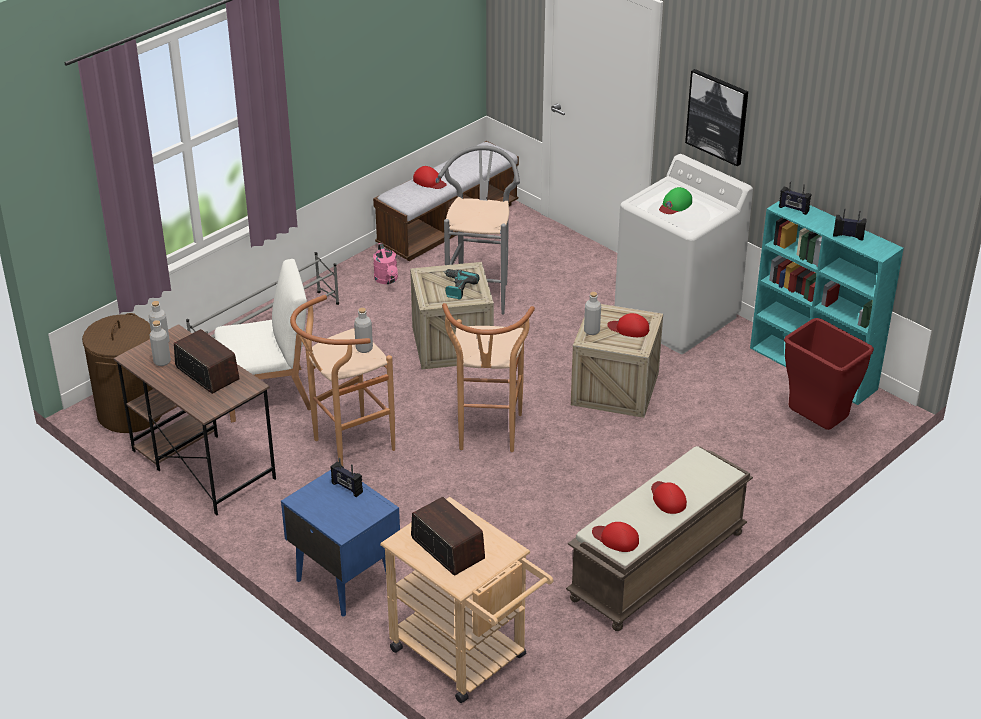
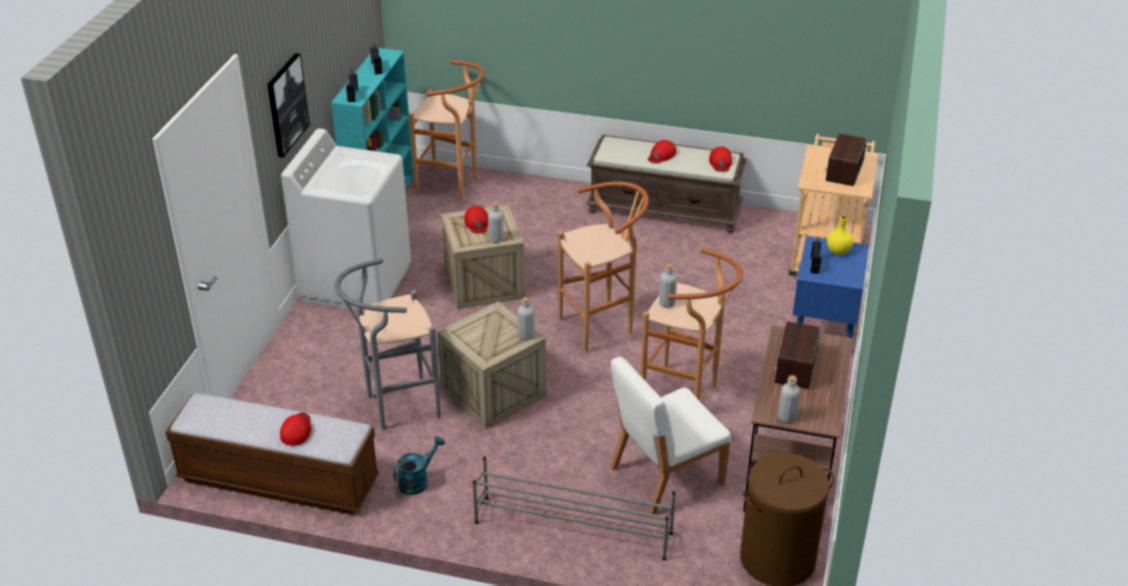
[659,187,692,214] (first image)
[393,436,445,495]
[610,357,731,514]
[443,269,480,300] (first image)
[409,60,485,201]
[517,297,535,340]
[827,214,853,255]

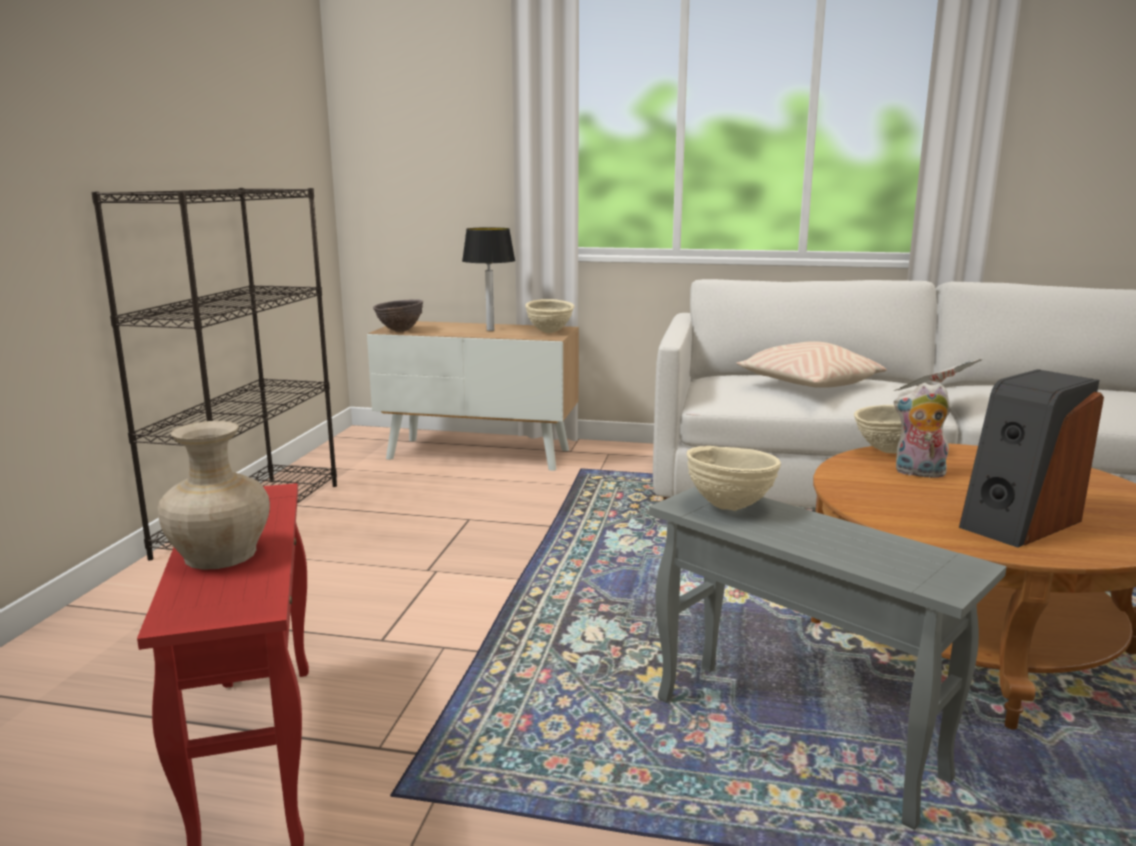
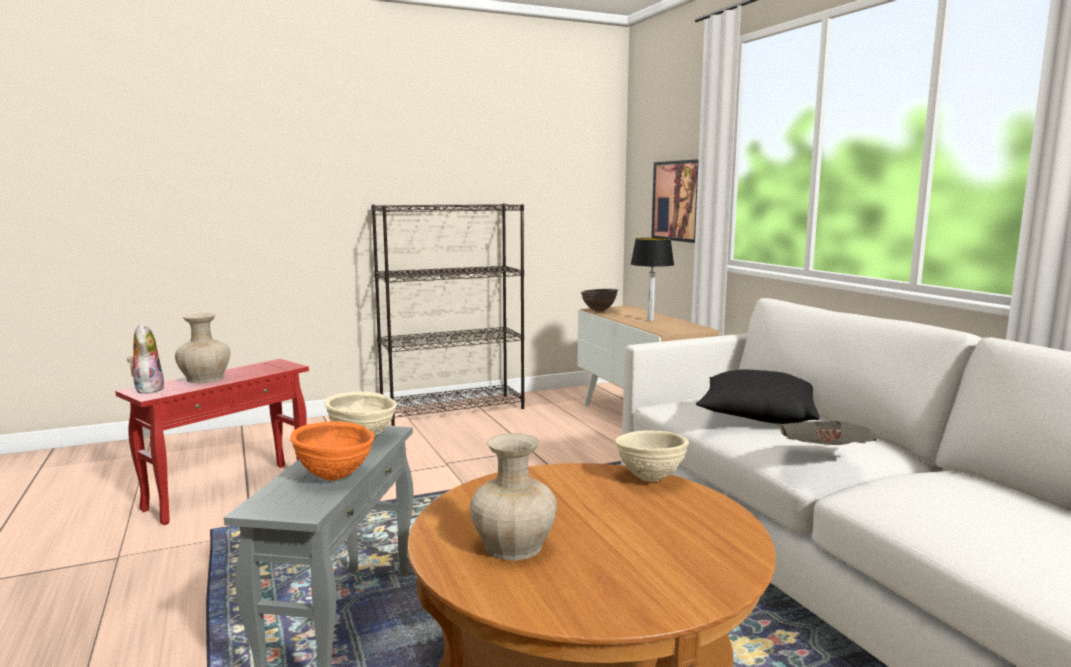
[525,299,575,333] (first image)
[696,370,820,424]
[470,433,557,561]
[127,323,165,394]
[651,159,699,243]
[290,421,375,481]

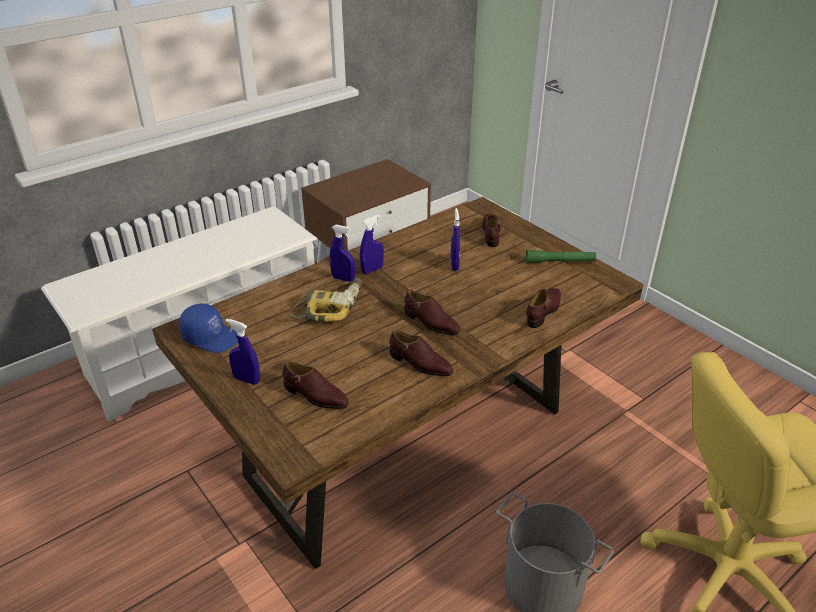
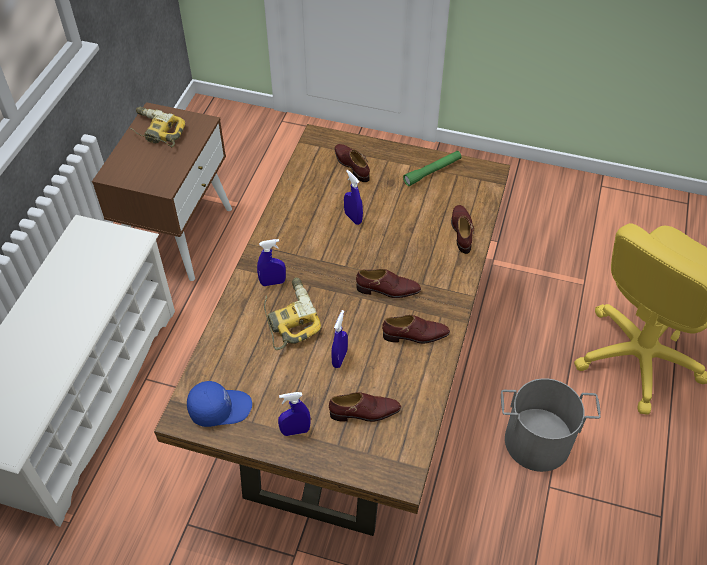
[331,310,348,368]
[130,107,185,147]

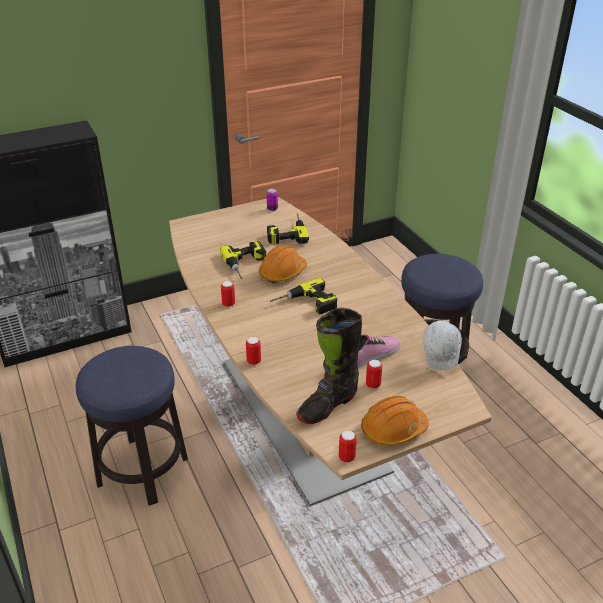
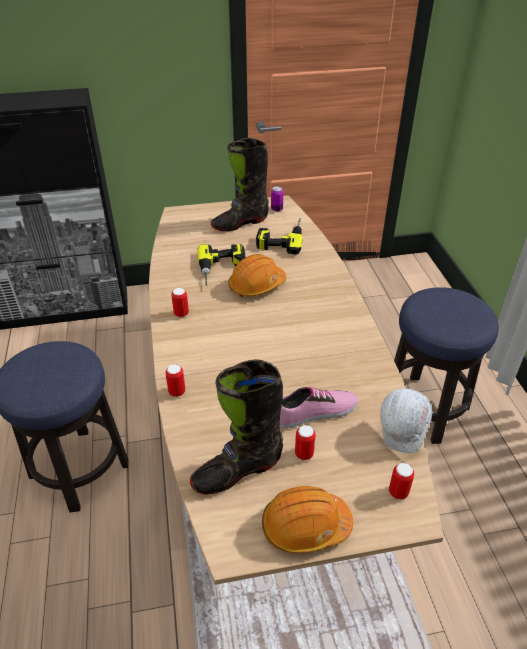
[270,278,337,315] (first image)
[389,463,414,500]
[211,138,269,231]

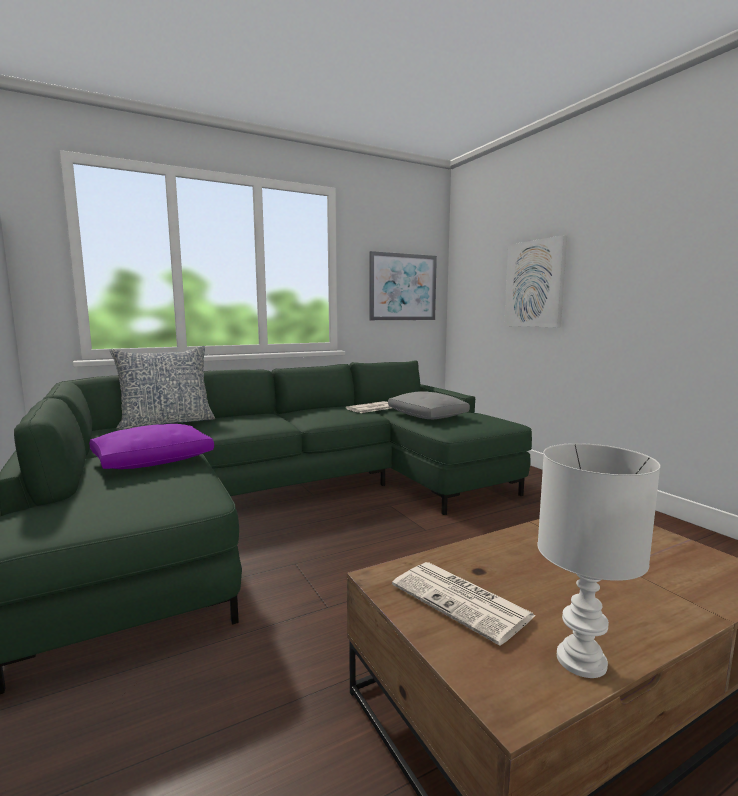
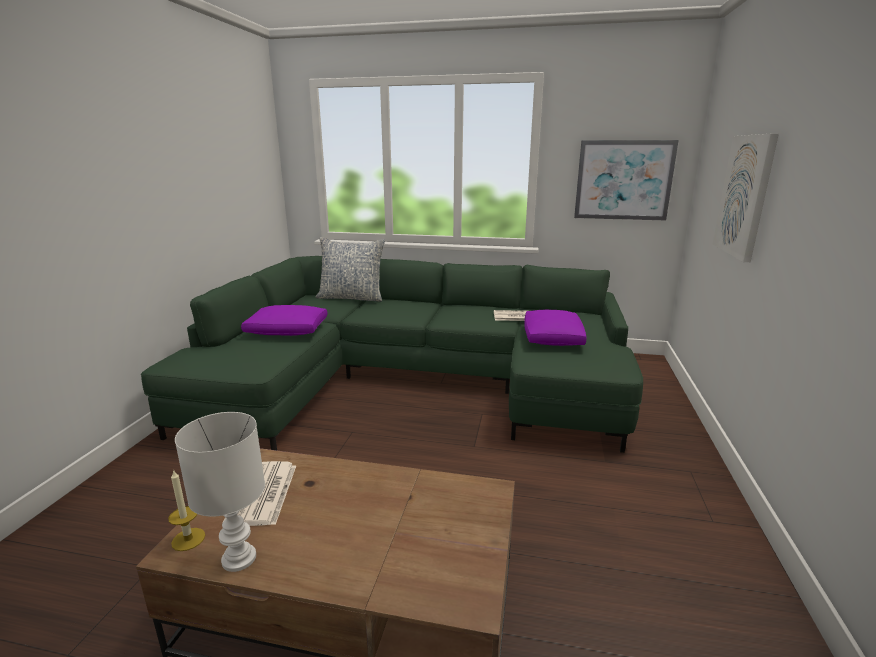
[524,310,587,346]
[168,469,205,551]

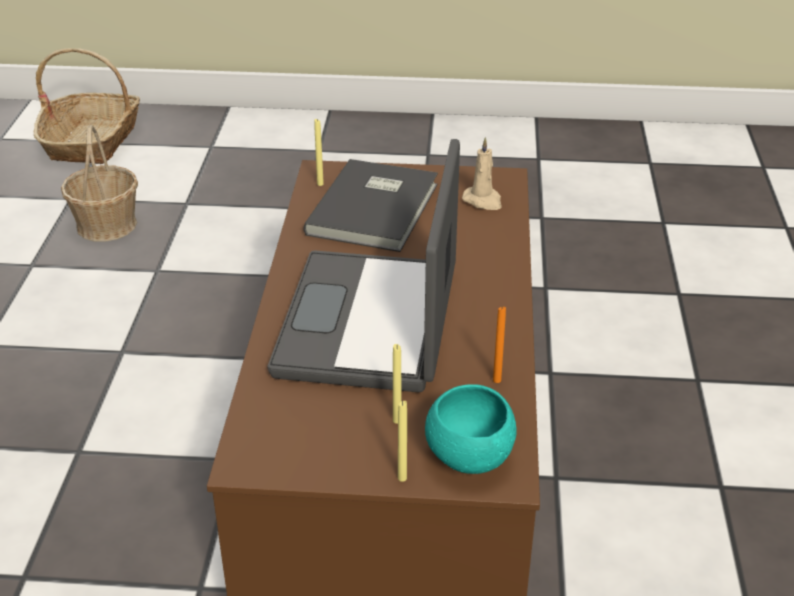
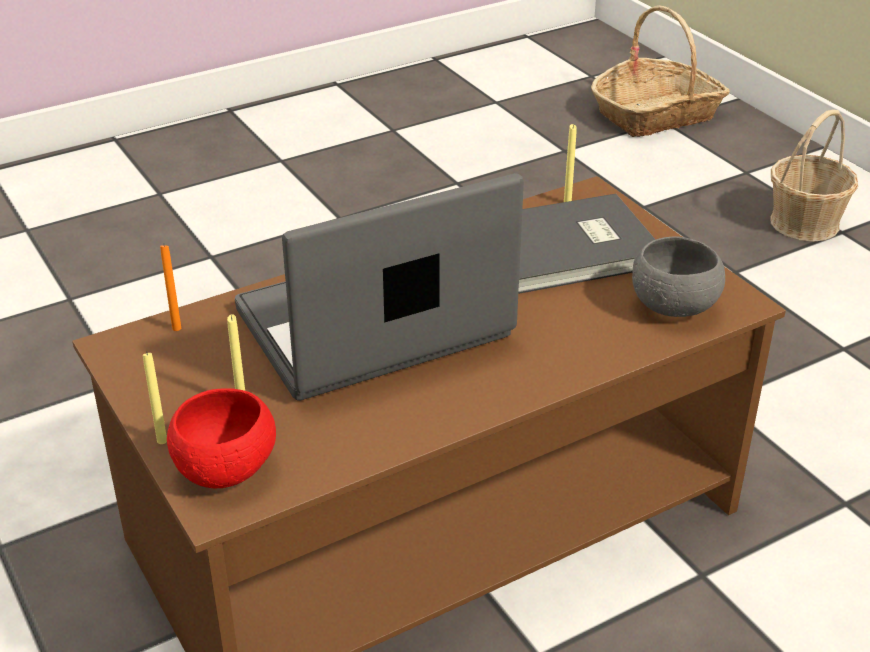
[771,110,858,242]
[632,236,725,317]
[160,245,181,331]
[167,388,276,488]

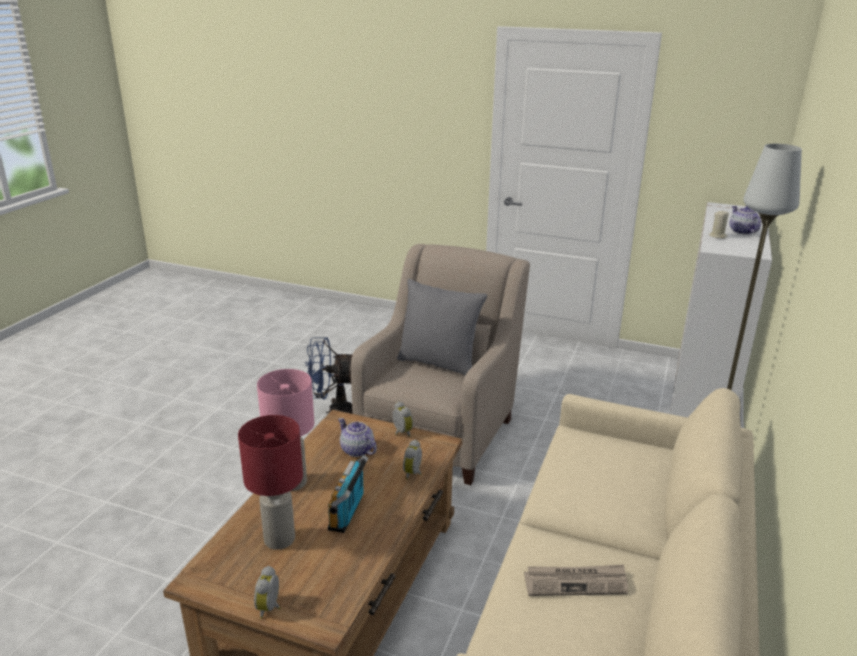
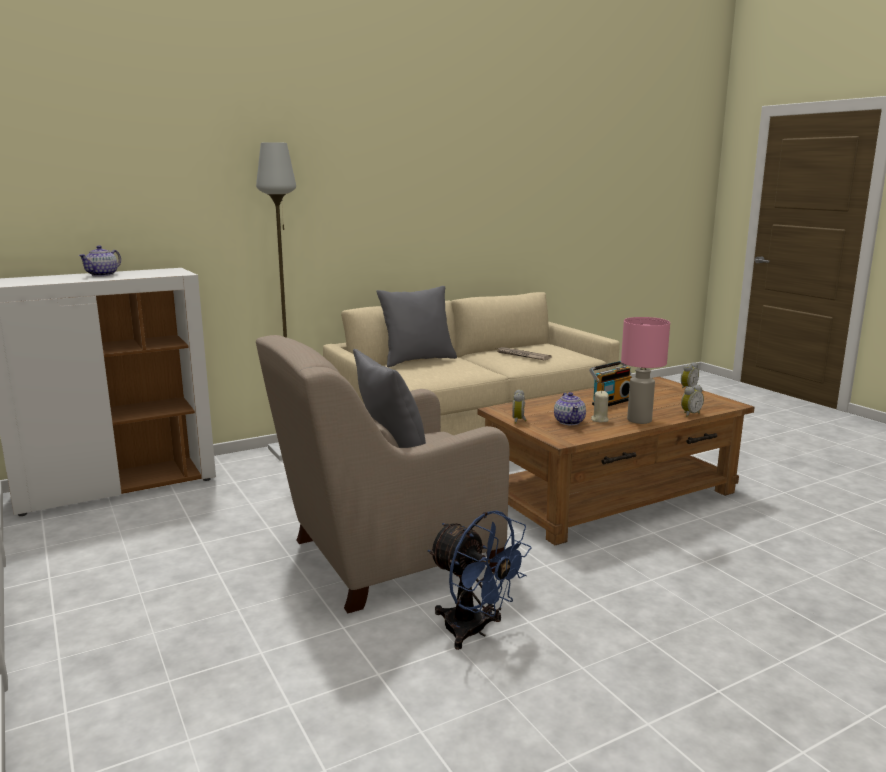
[591,391,609,423]
[238,415,303,550] (first image)
[681,385,704,417]
[377,286,457,367]

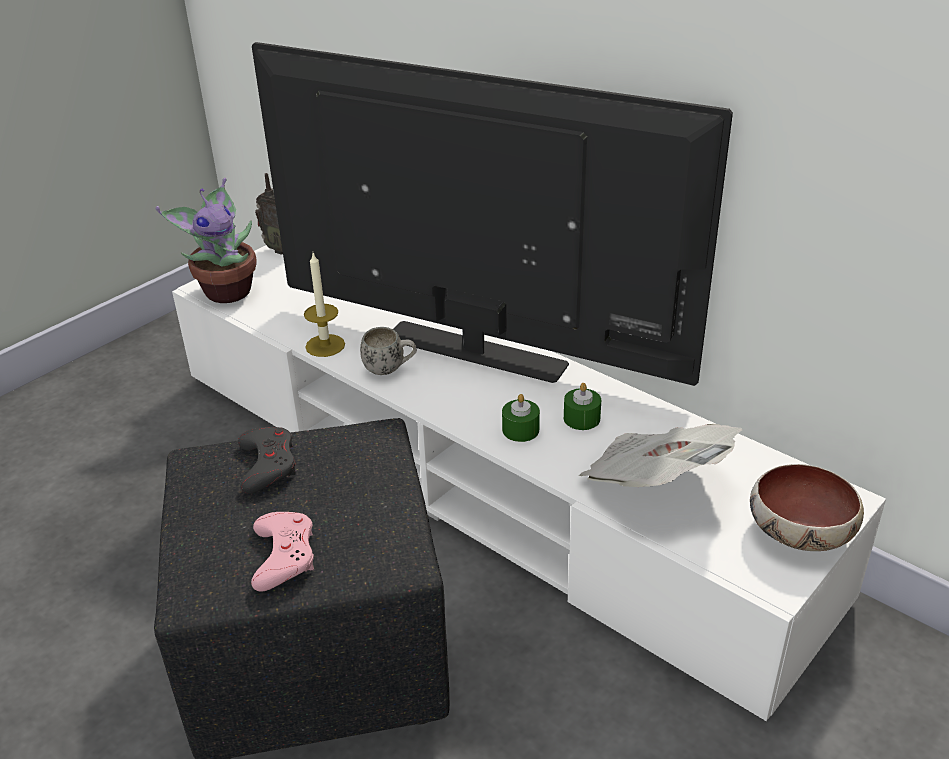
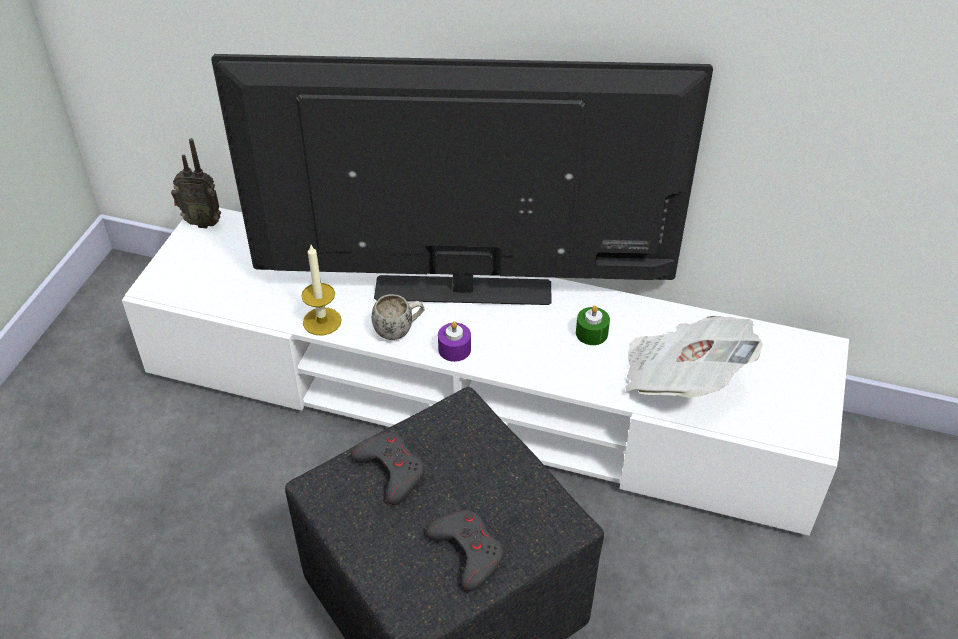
[155,178,257,303] (first image)
[502,394,540,442] (first image)
[750,464,864,551] (first image)
[426,510,504,591]
[438,321,471,362]

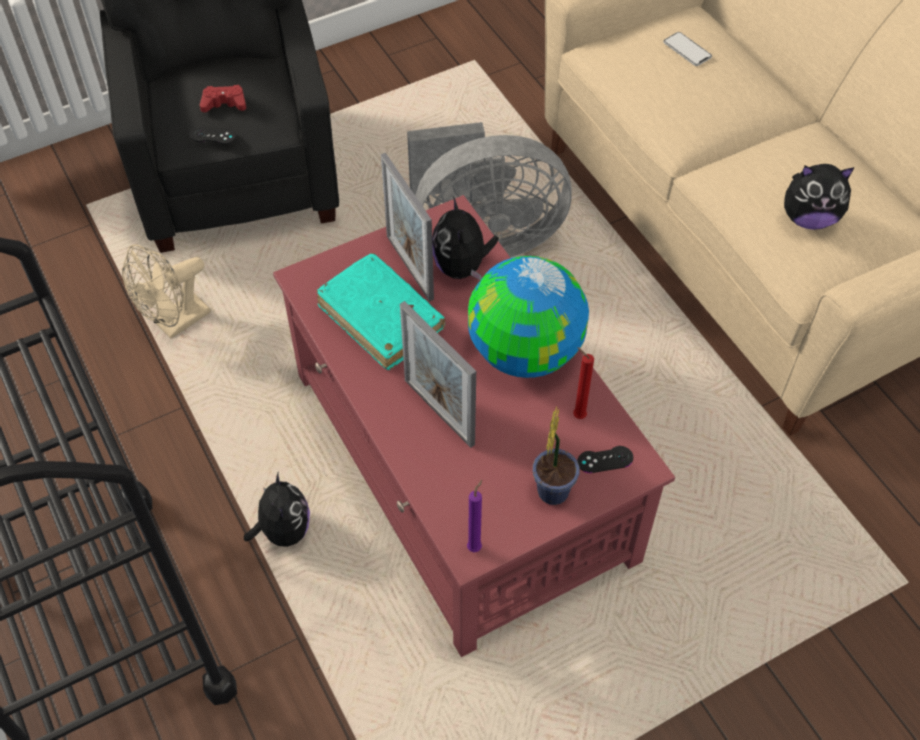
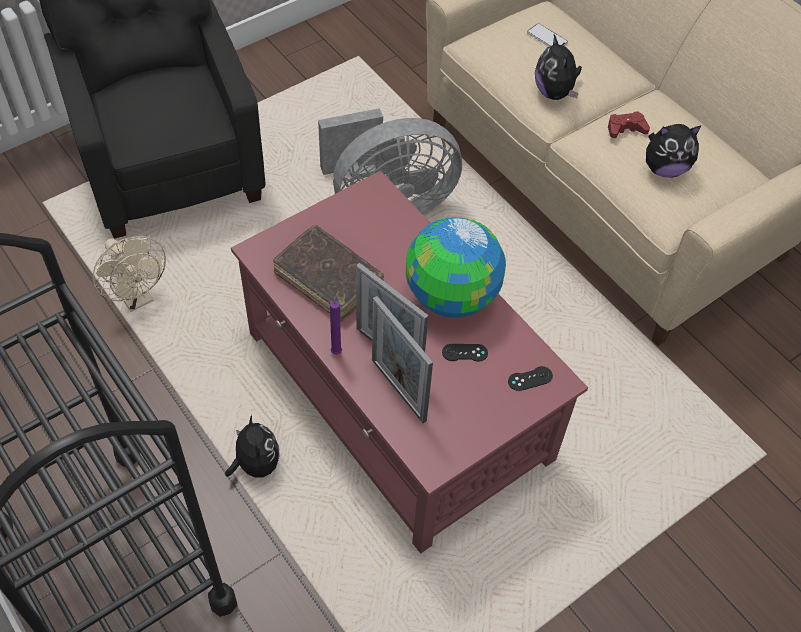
[608,111,650,138]
[442,344,488,362]
[372,296,433,423]
[535,34,582,100]
[93,236,166,312]
[273,225,384,321]
[573,347,594,419] (first image)
[533,407,580,505] (first image)
[330,291,342,355]

